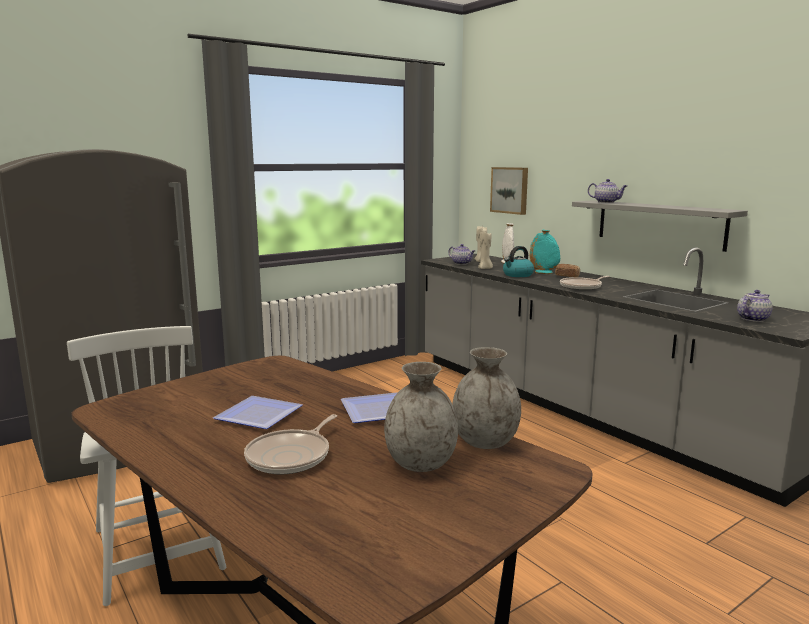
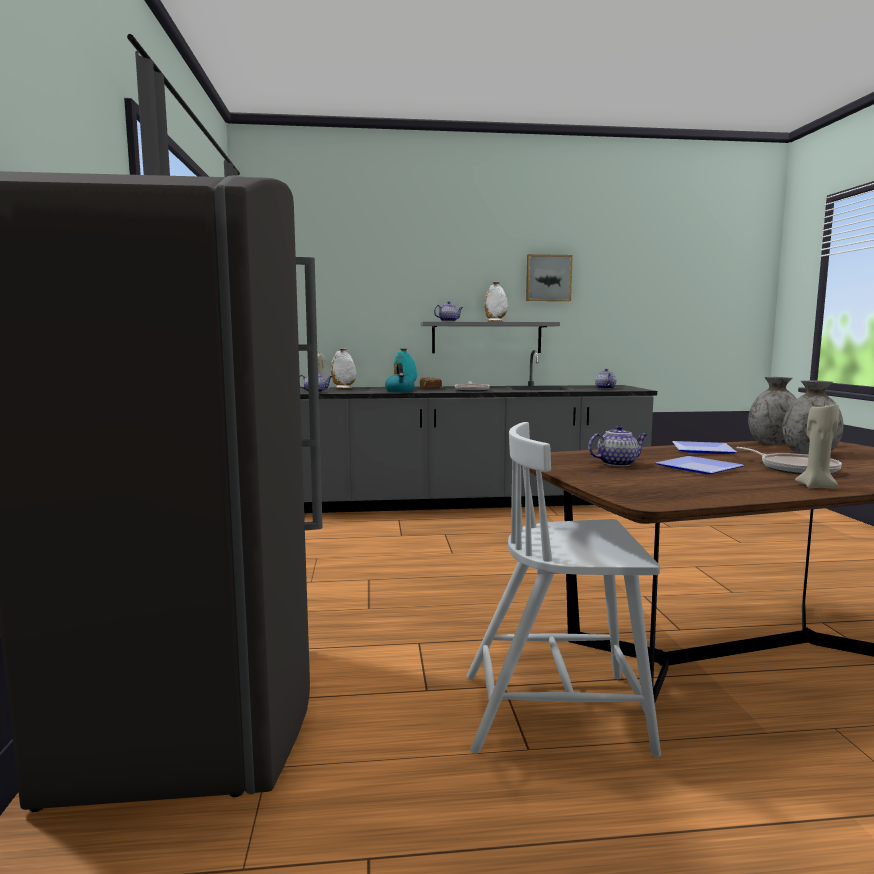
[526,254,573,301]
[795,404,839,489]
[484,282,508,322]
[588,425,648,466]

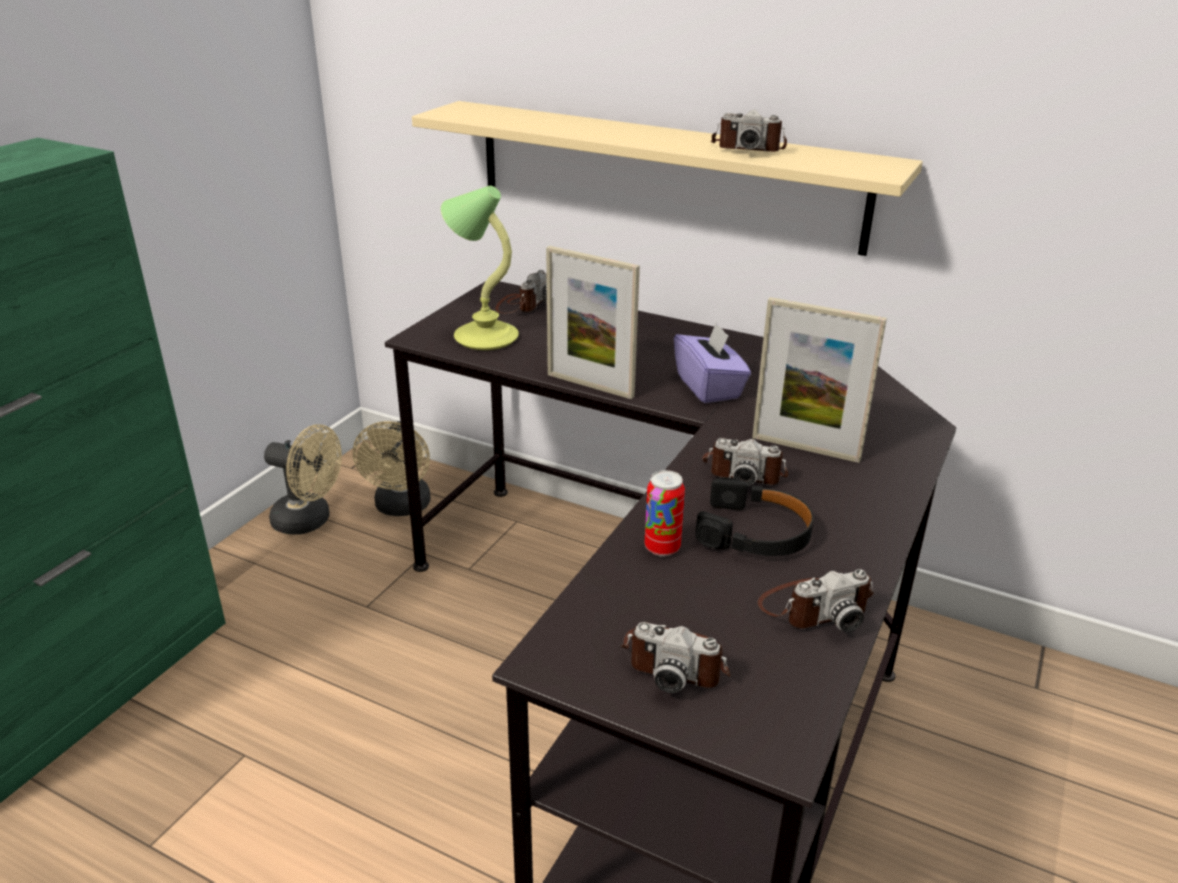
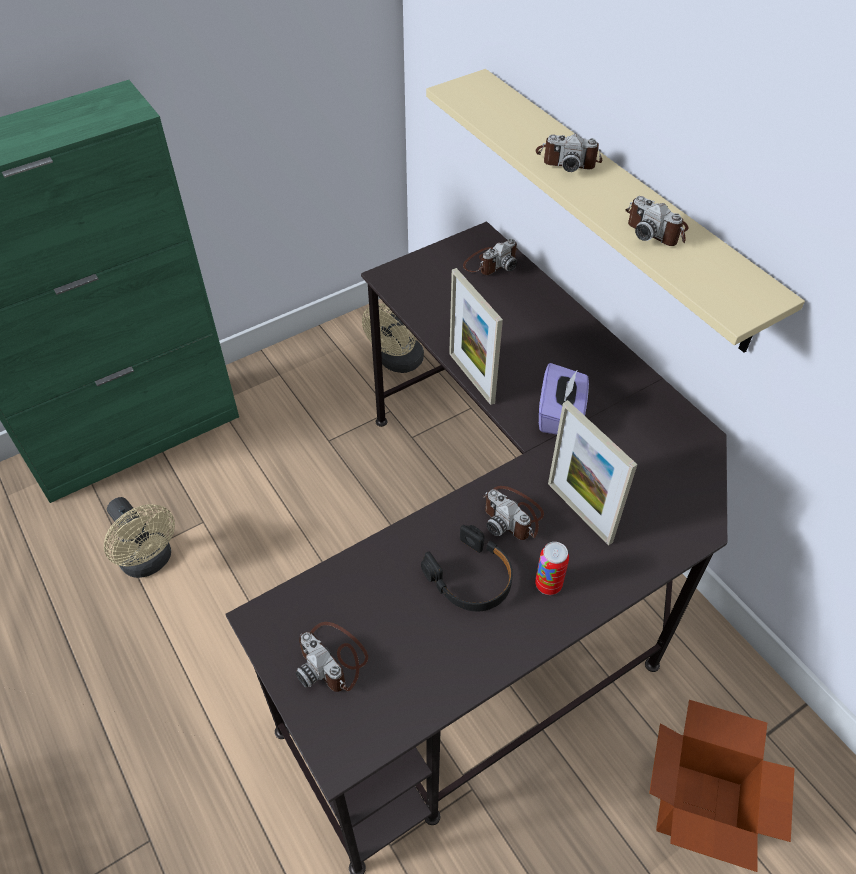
[441,185,519,350] (first image)
[104,497,175,578]
[535,542,569,595]
[536,134,602,172]
[649,700,795,872]

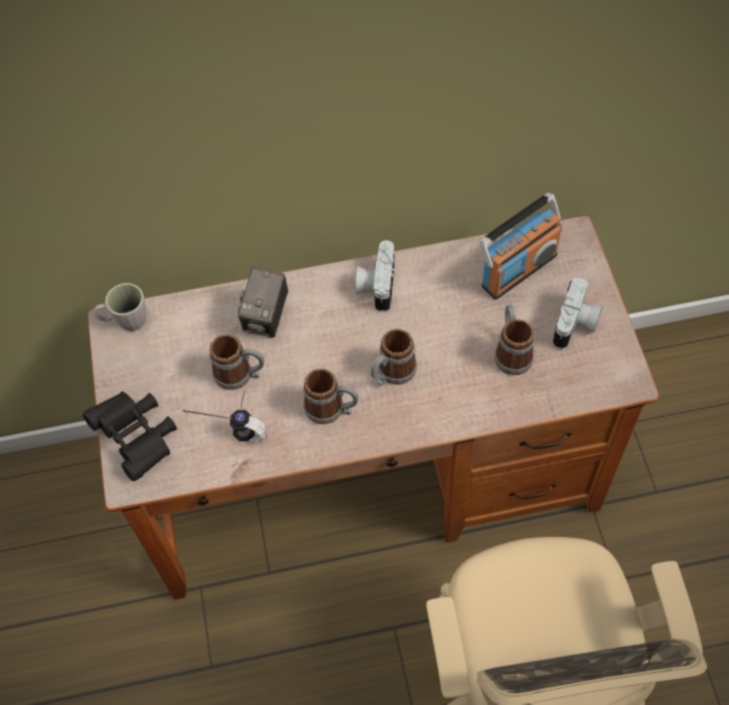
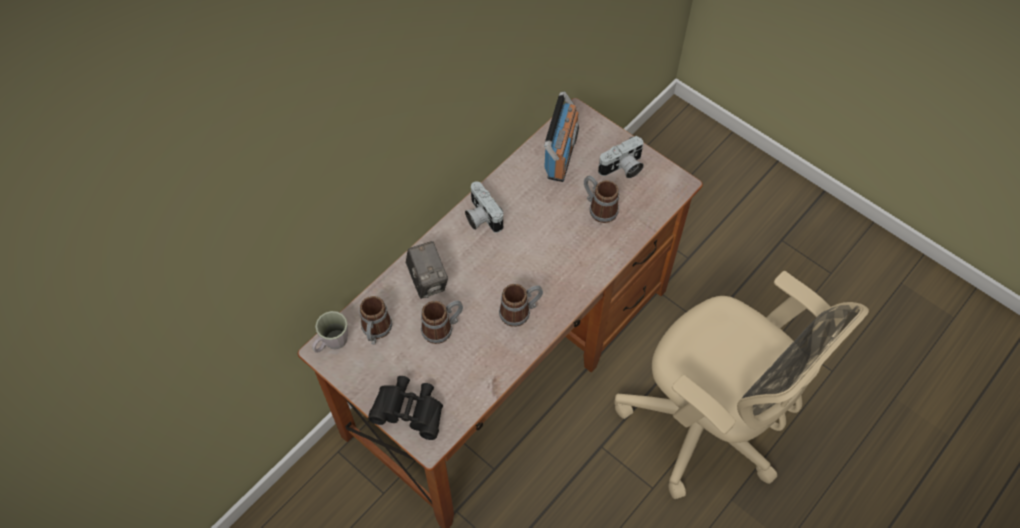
[598,136,644,178]
[359,296,392,344]
[182,391,267,443] (first image)

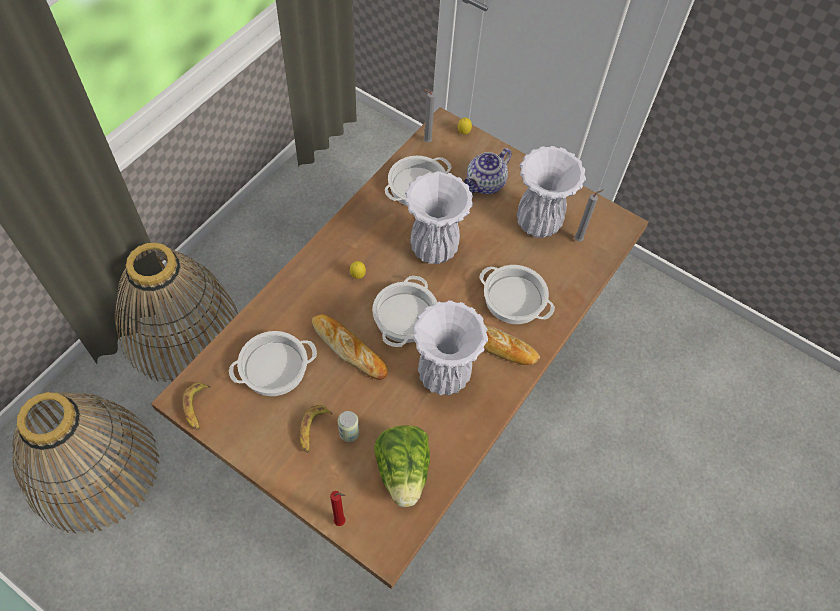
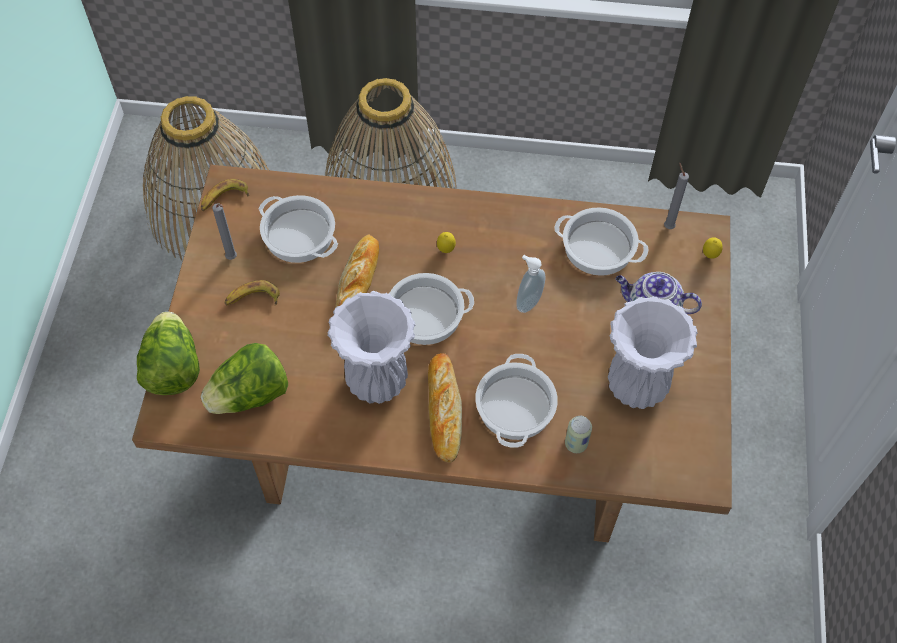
[516,255,545,313]
[212,203,237,260]
[565,416,592,453]
[137,312,200,395]

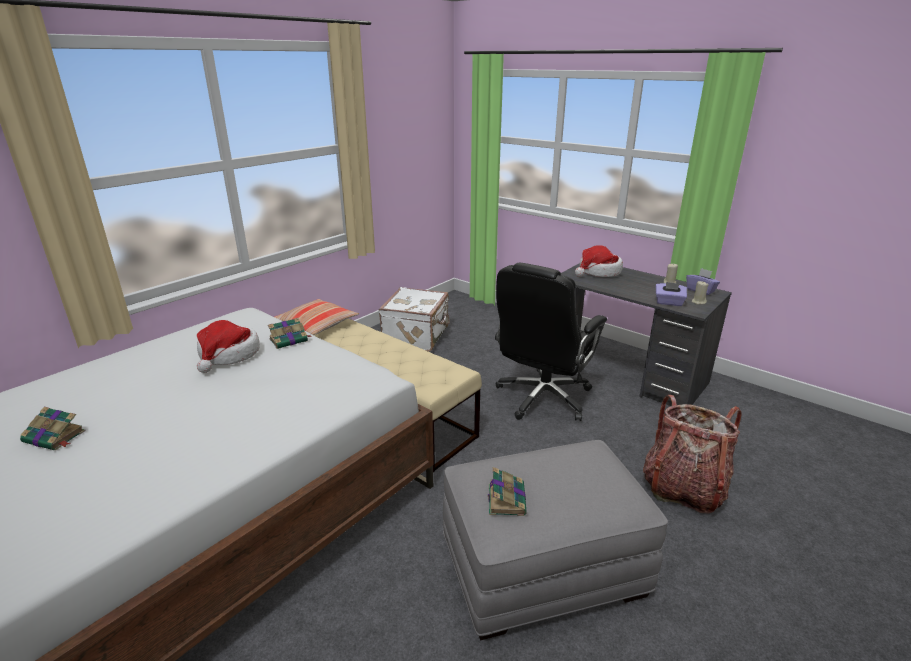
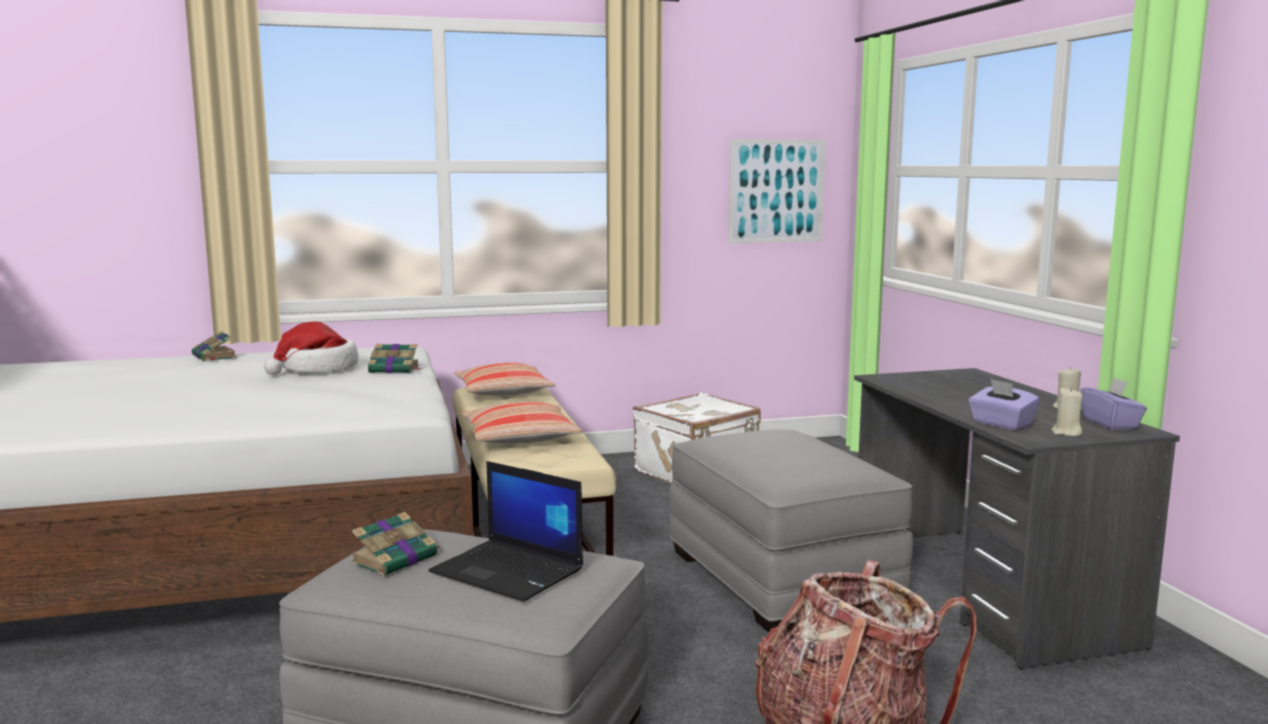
[575,245,623,277] (first image)
[669,429,913,633]
[192,331,238,362]
[728,139,826,243]
[462,401,583,443]
[428,461,583,602]

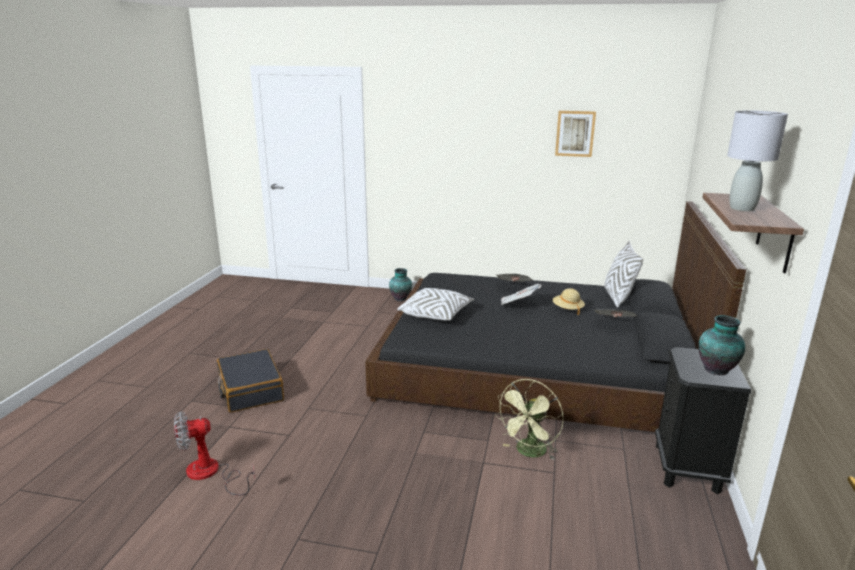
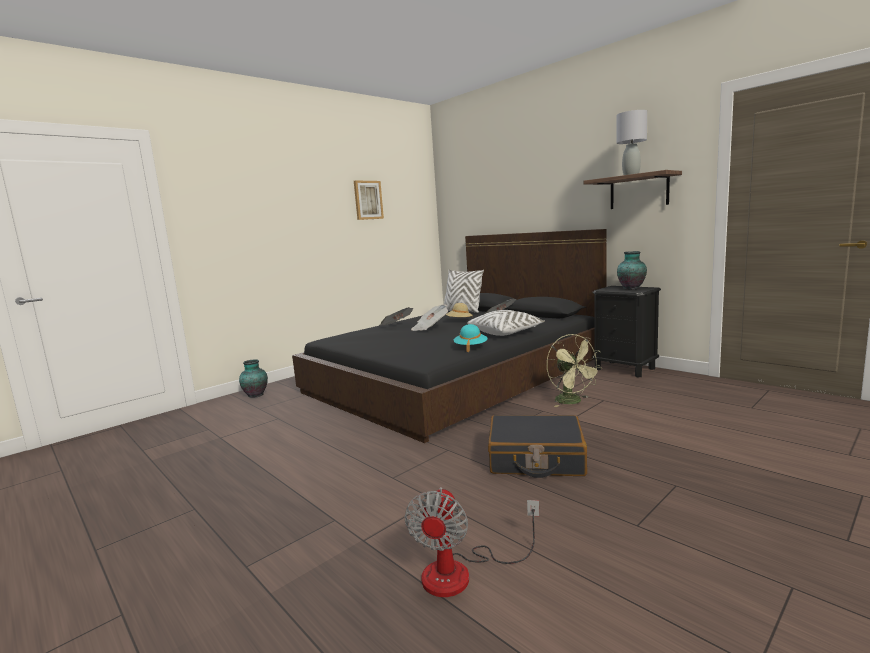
[467,310,545,336]
[488,415,587,478]
[454,324,487,352]

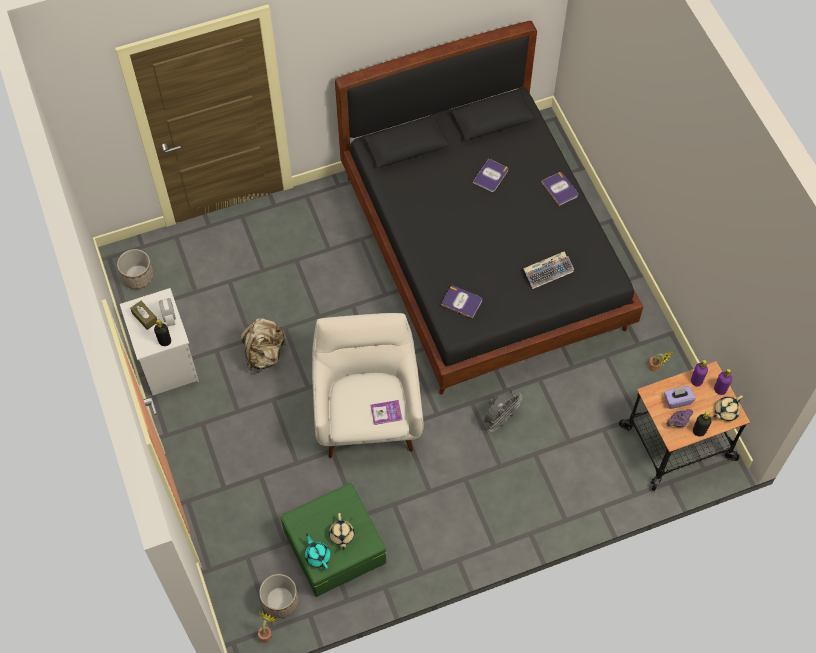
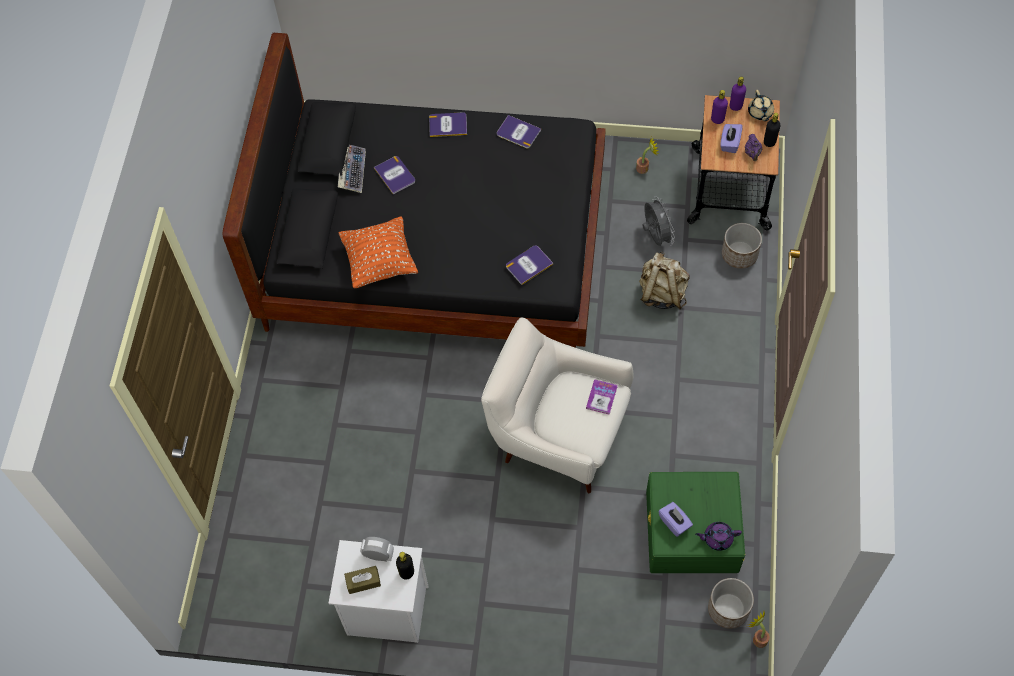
[722,223,762,269]
[338,145,366,193]
[639,252,690,309]
[643,196,675,246]
[329,513,354,551] (first image)
[695,522,742,551]
[497,115,541,148]
[339,217,418,288]
[658,502,693,537]

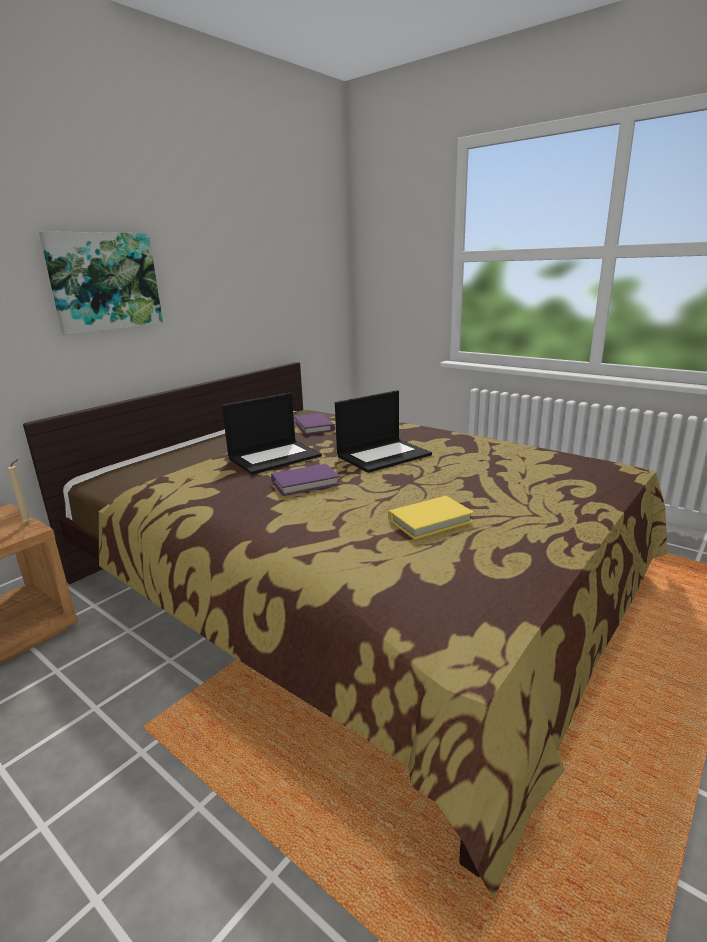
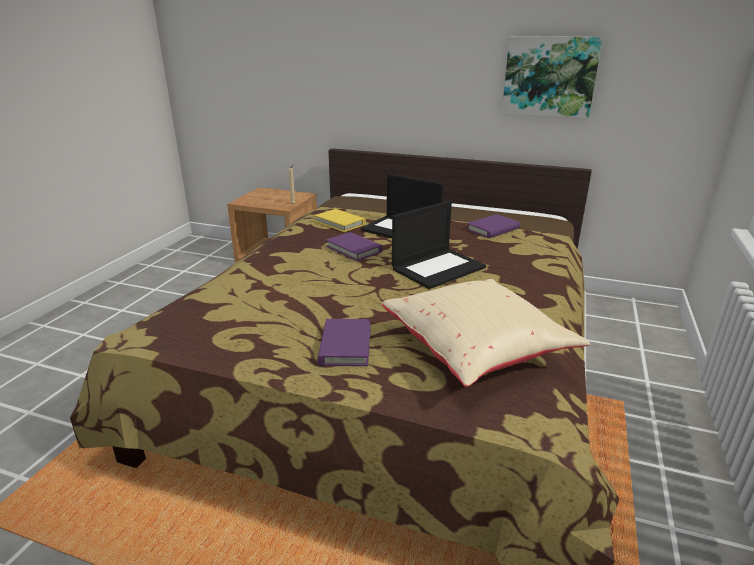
[502,36,603,118]
[392,201,486,289]
[315,209,366,232]
[382,279,590,387]
[317,319,371,366]

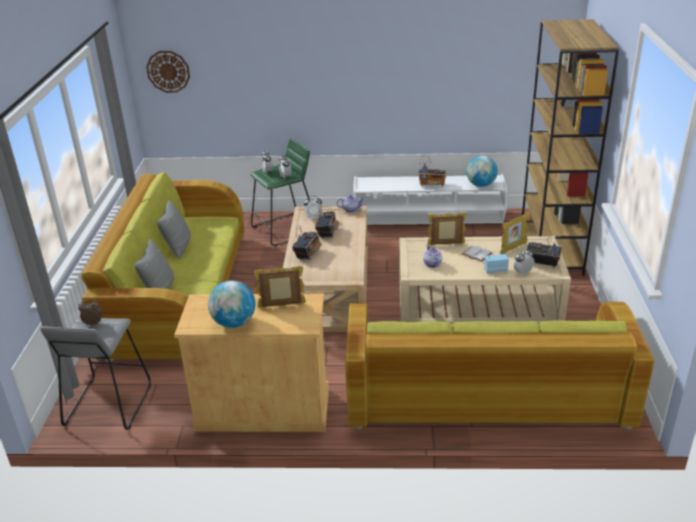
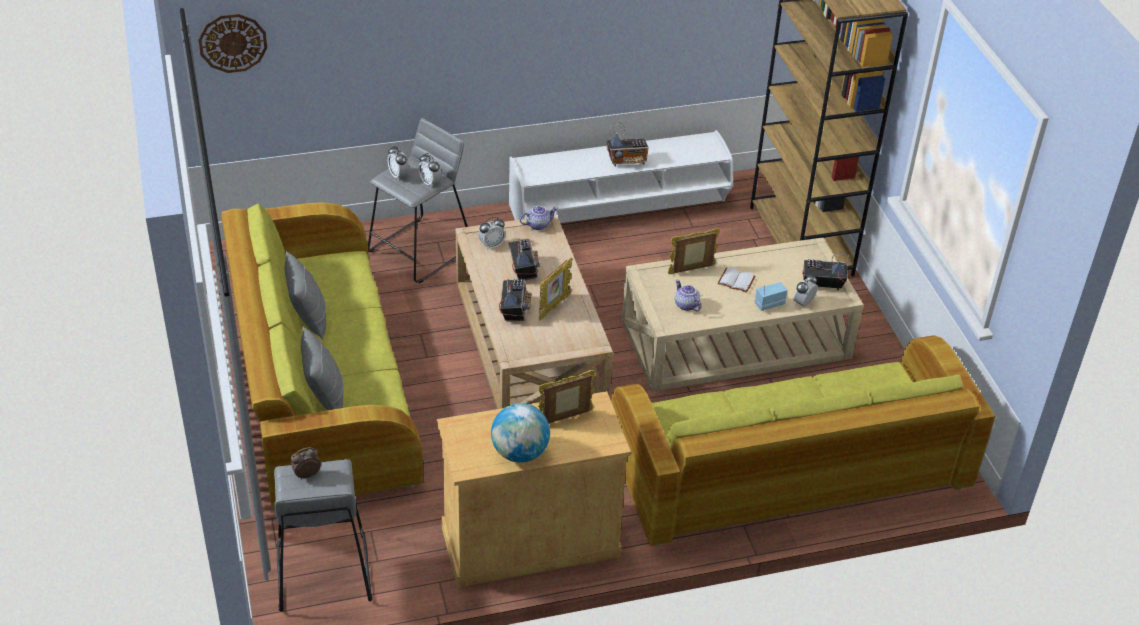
[368,118,468,283]
[466,156,498,187] (first image)
[539,257,573,321]

